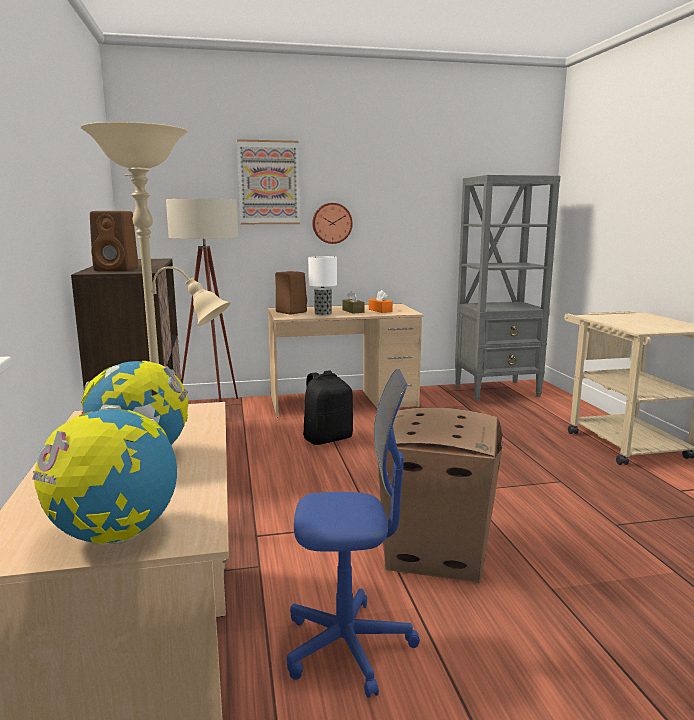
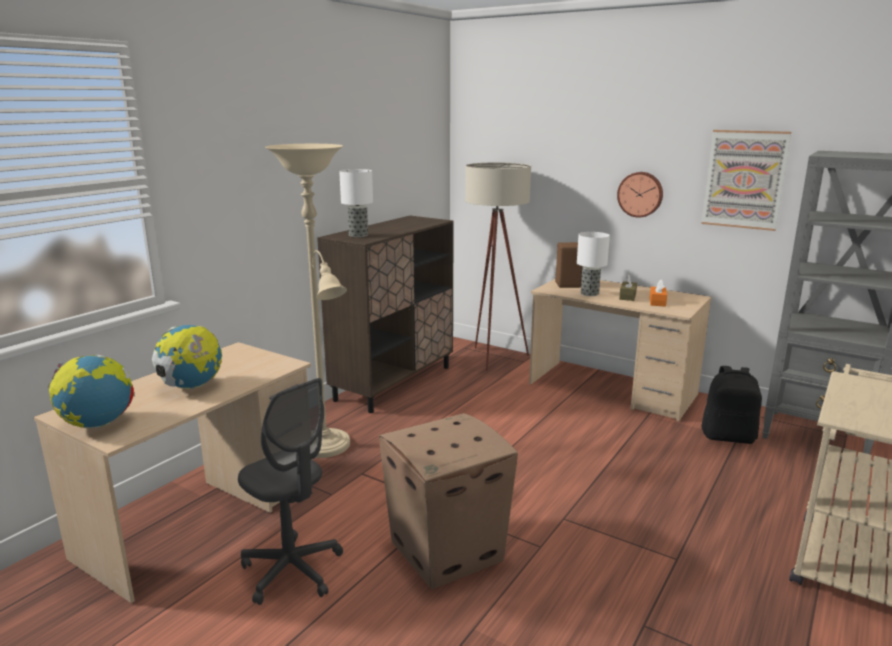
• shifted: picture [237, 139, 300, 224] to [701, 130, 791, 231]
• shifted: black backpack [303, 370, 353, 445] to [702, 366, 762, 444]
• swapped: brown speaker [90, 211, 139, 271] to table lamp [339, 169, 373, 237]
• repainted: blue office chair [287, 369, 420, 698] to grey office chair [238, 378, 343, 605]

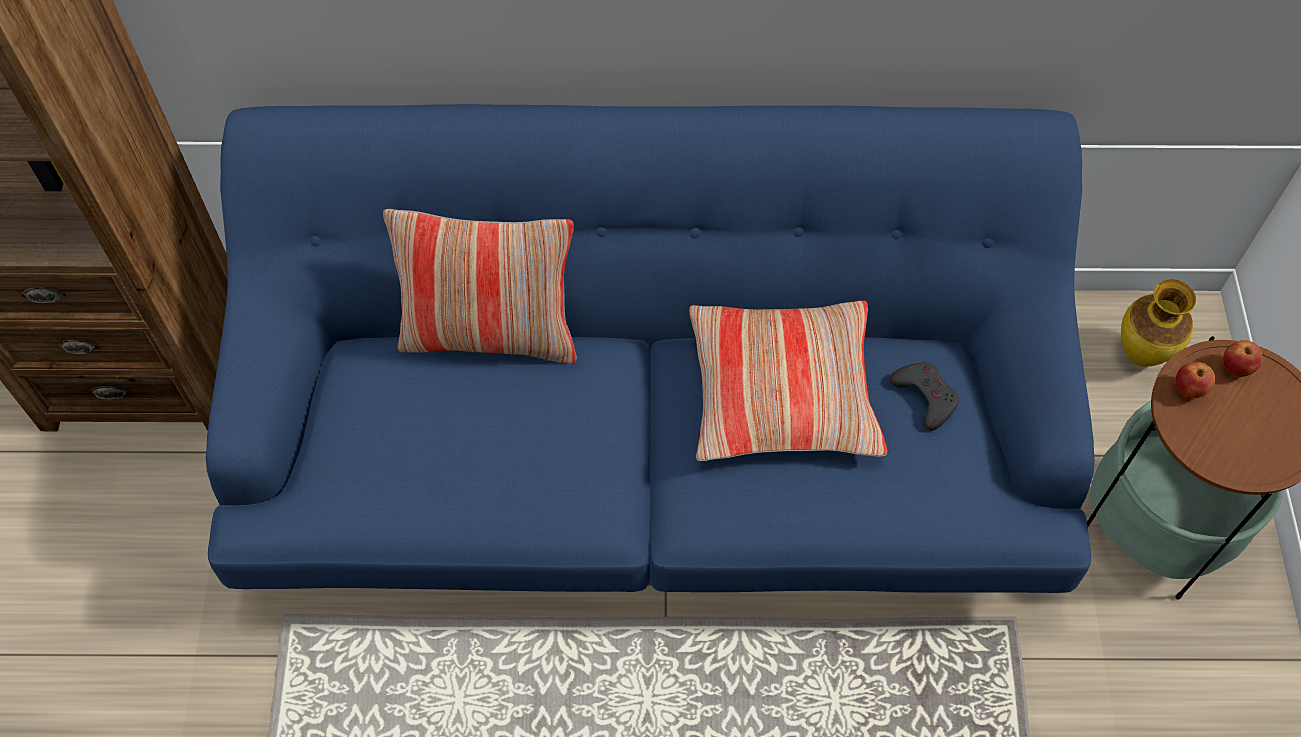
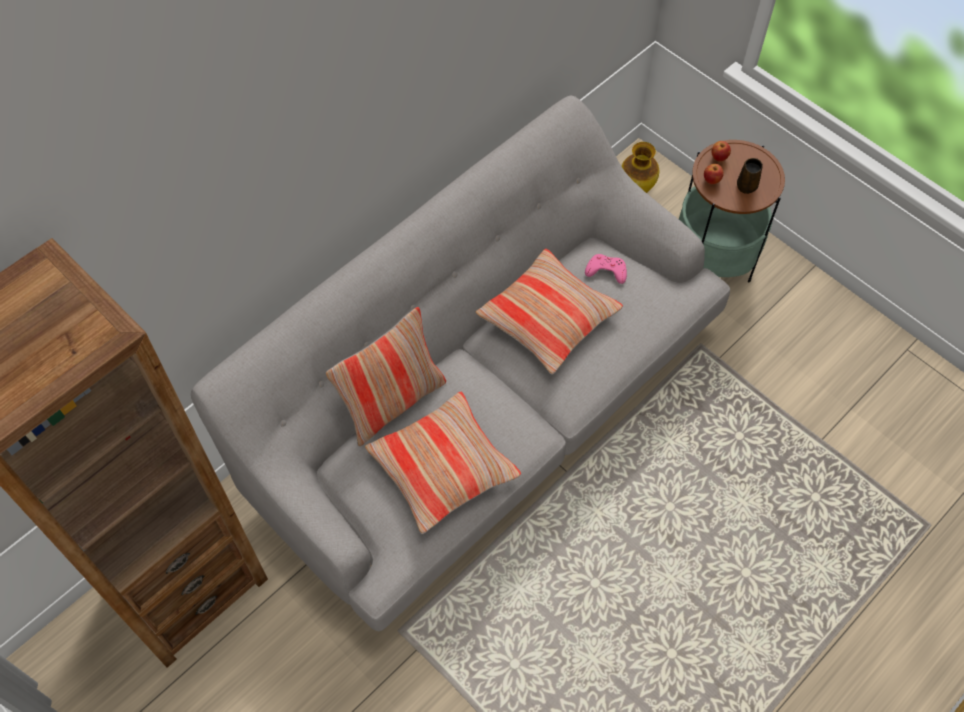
• new: pillow [365, 392, 521, 534]
• new: brown mug [737, 158, 763, 194]
• repainted: blue sofa [206, 104, 1095, 593] to grey sofa [191, 96, 730, 631]
• repainted: grey game controller [890, 362, 959, 431] to pink game controller [585, 254, 627, 284]

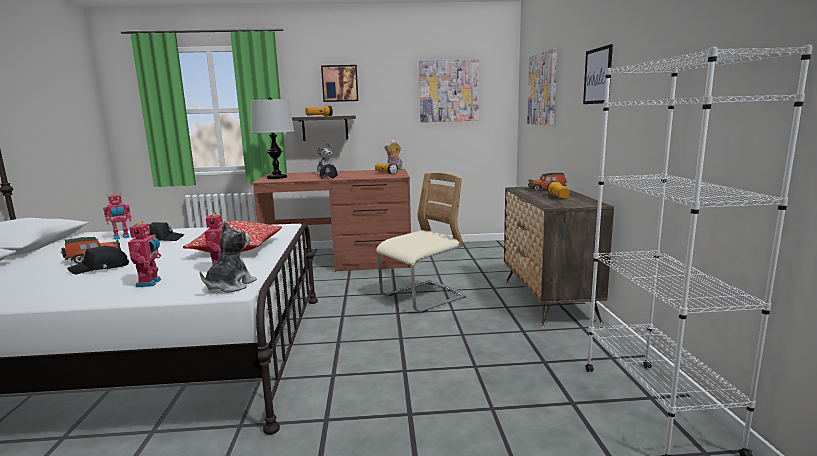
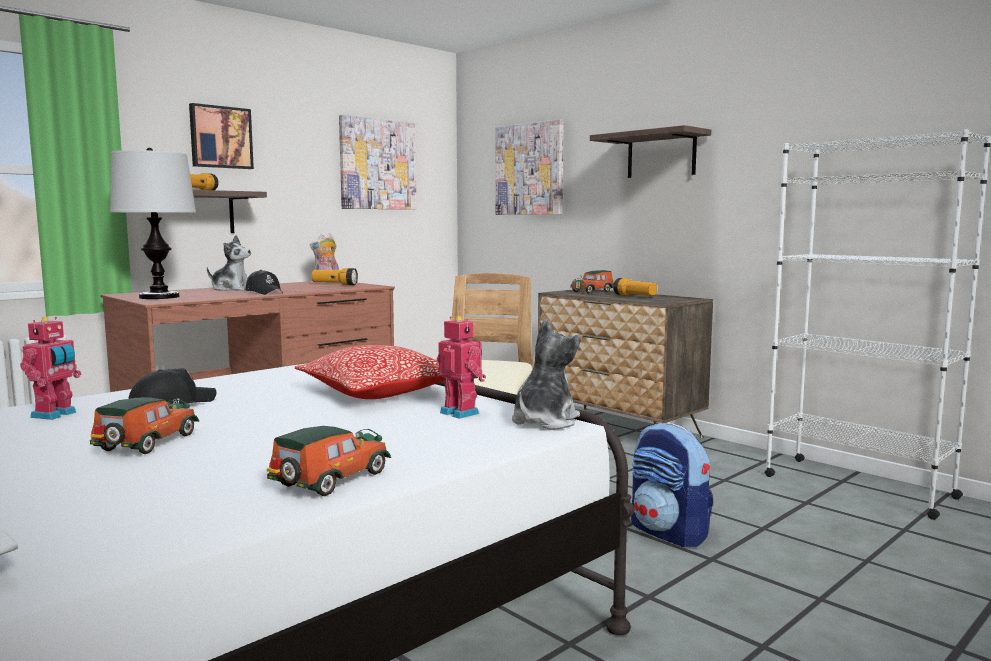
• gone: black cap [67, 245, 129, 274]
• gone: toy robot [128, 221, 161, 287]
• new: toy car [267, 426, 391, 496]
• new: backpack [631, 423, 713, 547]
• swapped: picture [583, 44, 613, 104] to shelf [590, 125, 711, 178]
• rotated: plush toy [200, 221, 257, 293] = [512, 319, 581, 430] 45 degrees clockwise

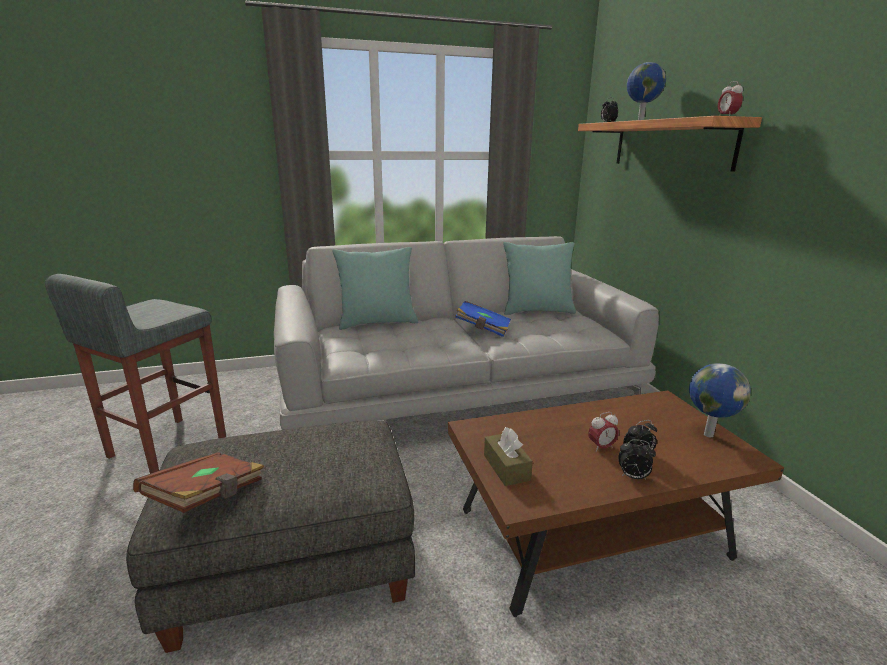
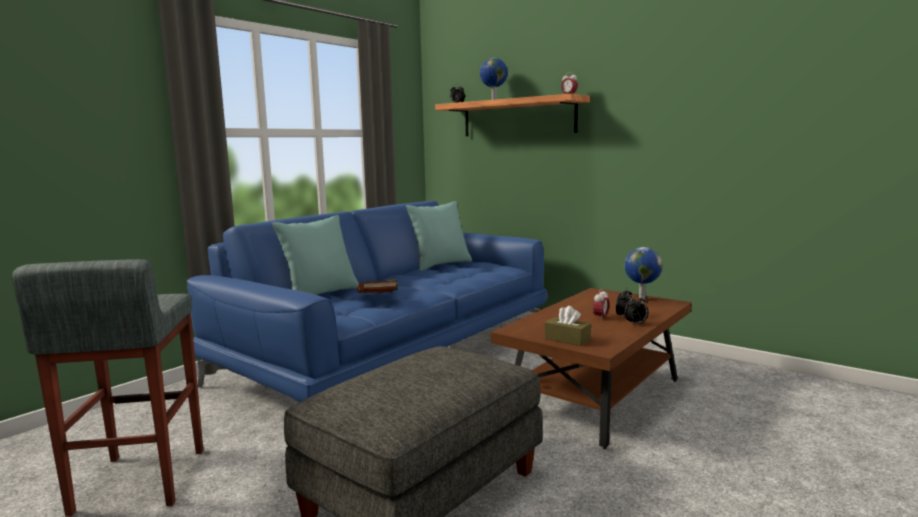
• gone: blue book [455, 301, 511, 337]
• shifted: brown book [133, 452, 264, 513] to [357, 279, 398, 293]
• repainted: grey sofa [274, 236, 659, 430] to blue sofa [187, 201, 548, 402]

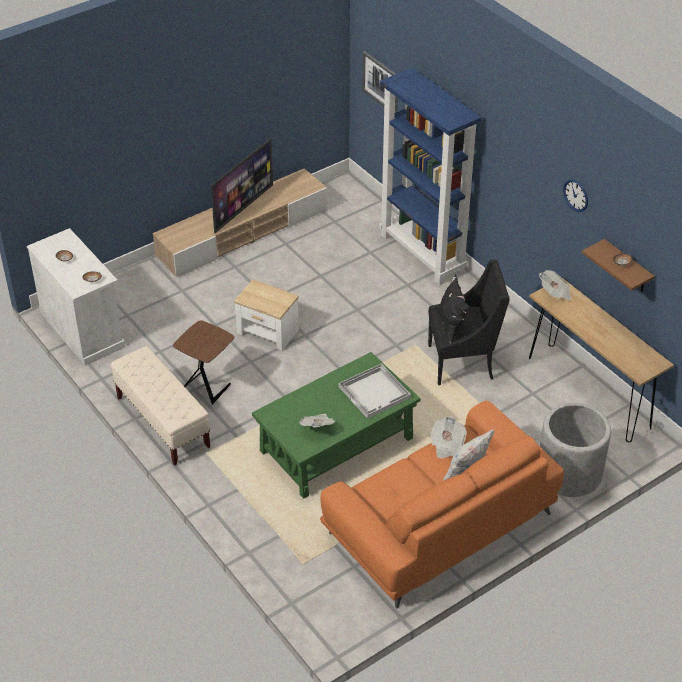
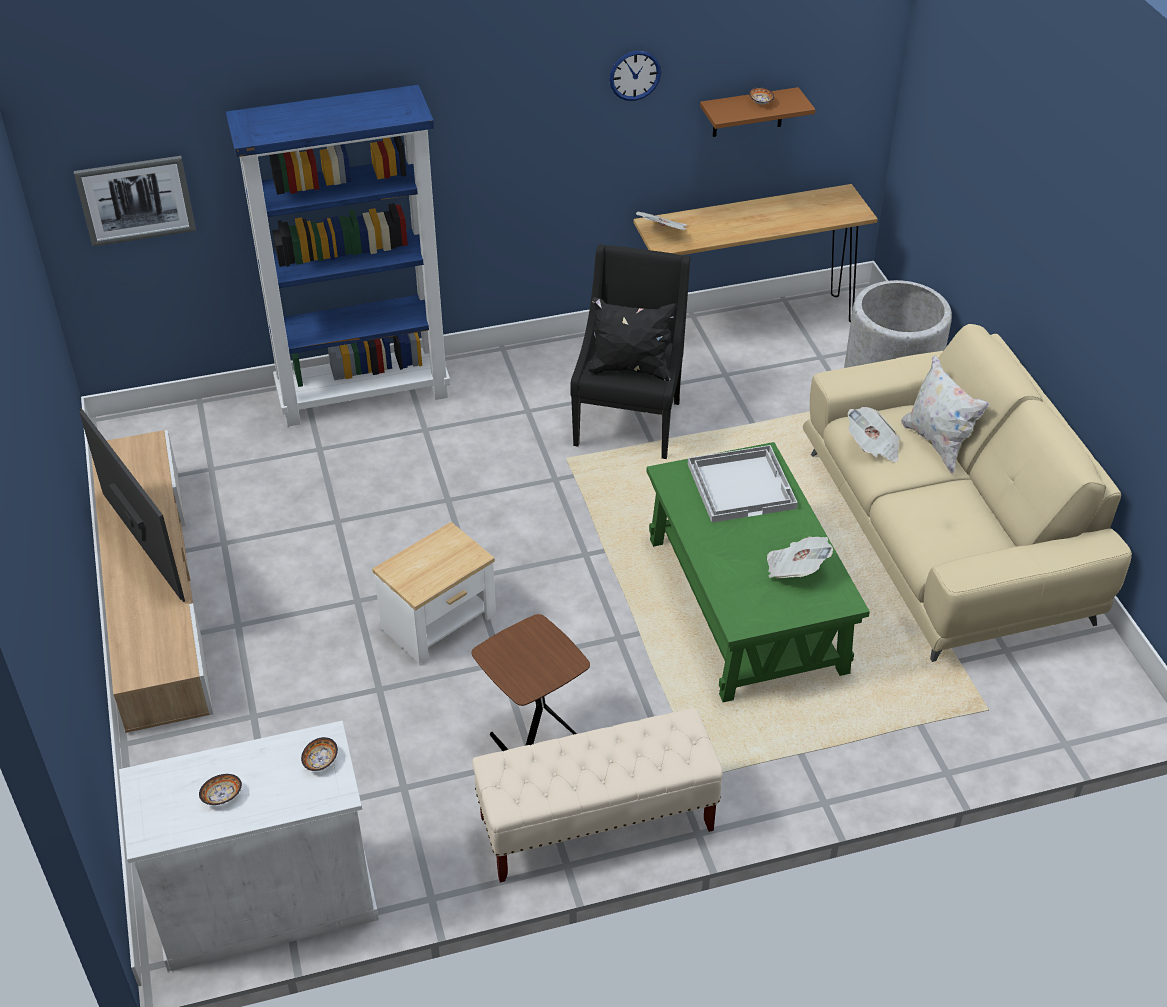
• repainted: orange sofa [320, 400, 564, 608] to beige sofa [803, 324, 1132, 662]

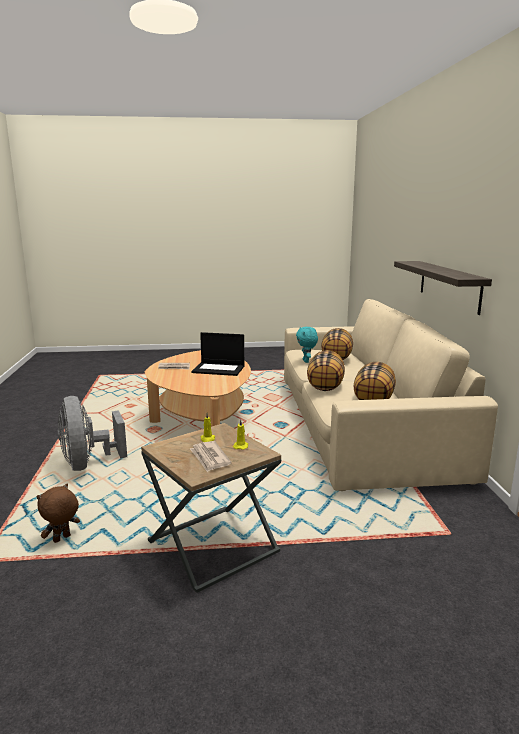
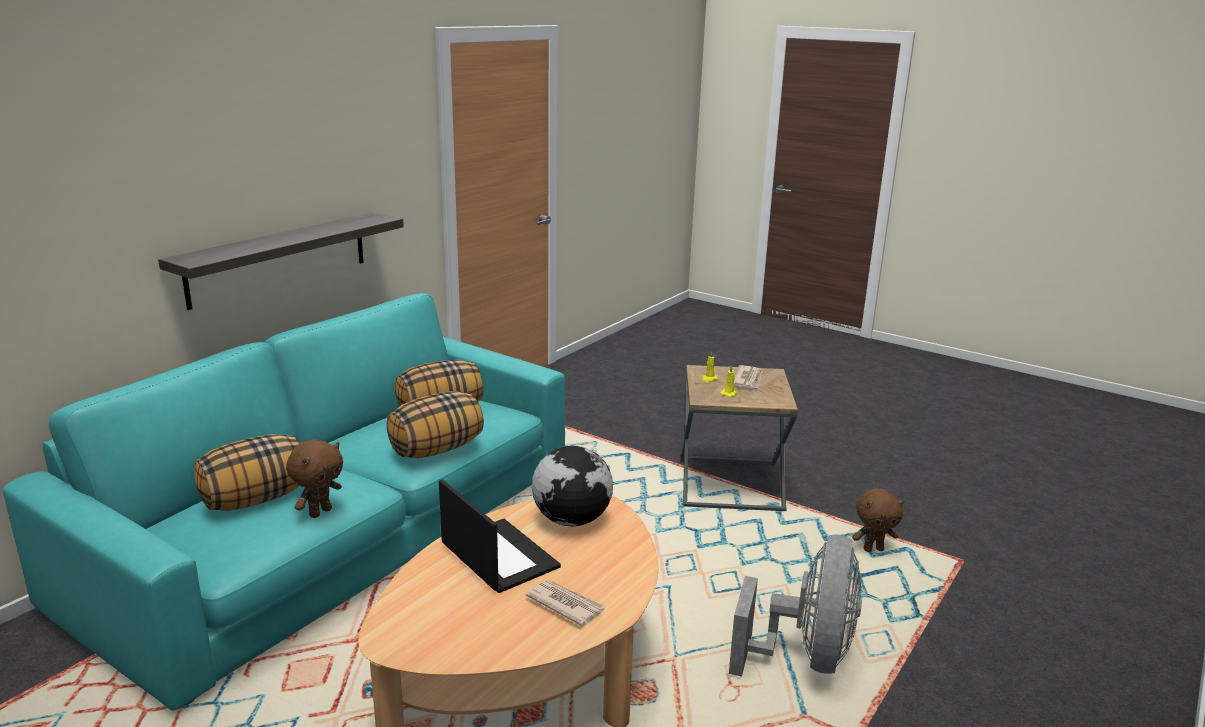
• new: globe [532, 446, 613, 526]
• repainted: beige sofa [284, 299, 498, 491] to turquoise sofa [3, 293, 565, 711]
• repainted: turquoise plush toy [296, 327, 318, 363] to brown plush toy [286, 439, 343, 518]

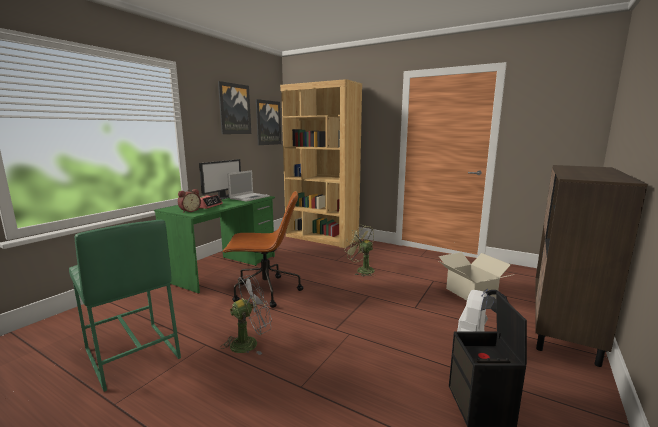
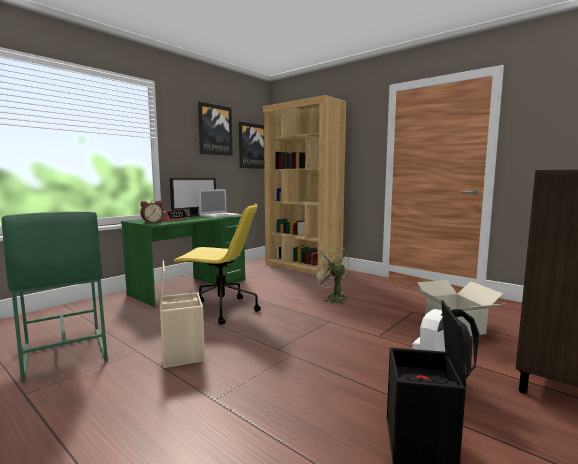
• swapped: grey fan [220, 275, 272, 355] to beige storage box [160, 260, 205, 368]
• repainted: brown office chair [222, 191, 303, 308] to yellow office chair [174, 204, 261, 325]

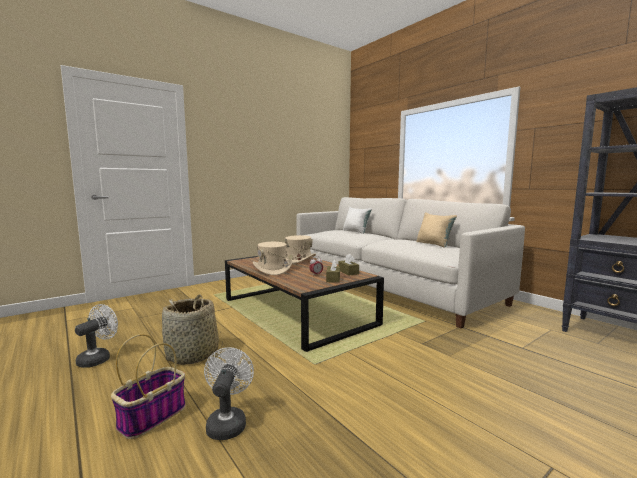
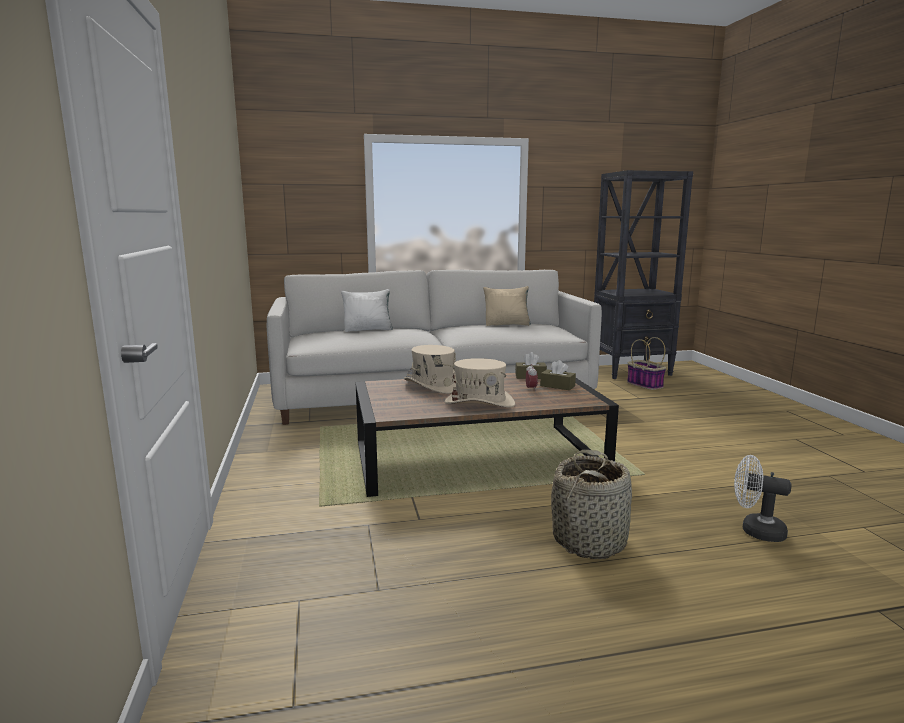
• gone: white fan [75, 304, 118, 368]
• shifted: basket [111, 334, 186, 439] to [627, 337, 666, 390]

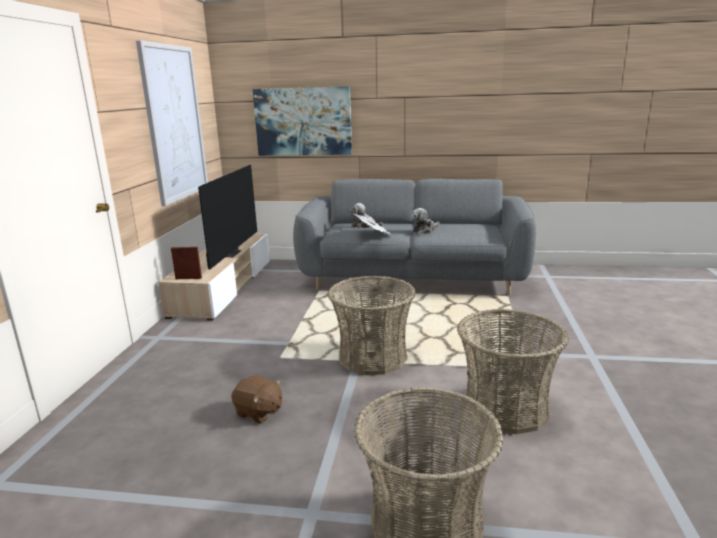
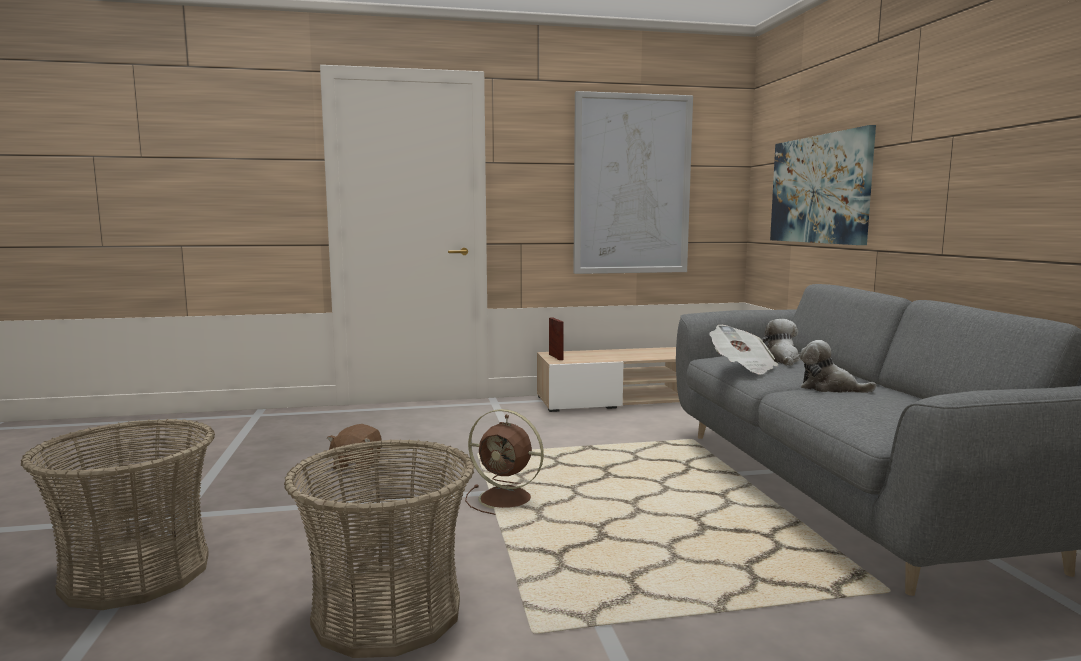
• gone: television [198, 165, 257, 270]
• swapped: basket [327, 276, 416, 375] to brown fan [465, 409, 544, 515]

